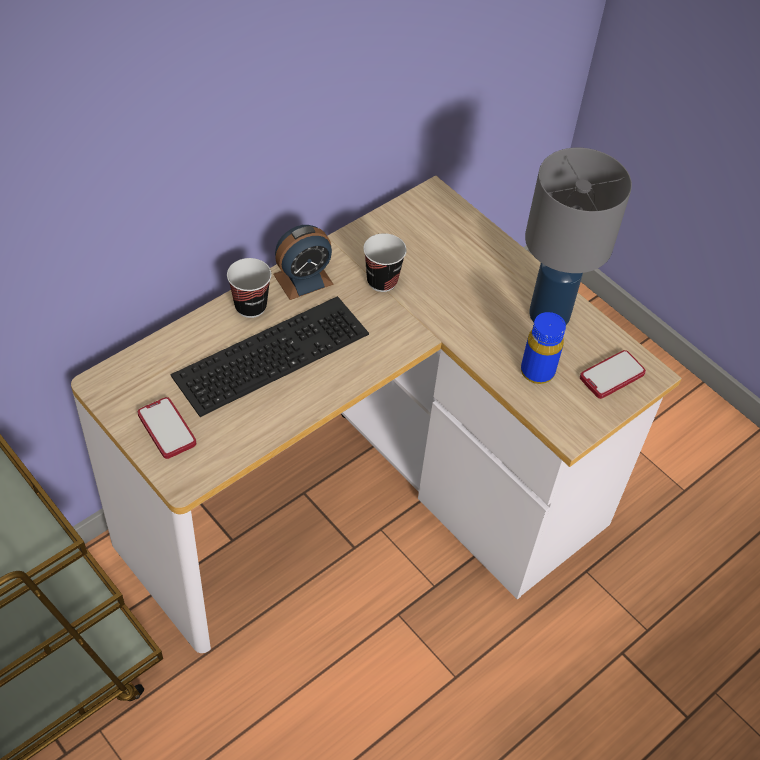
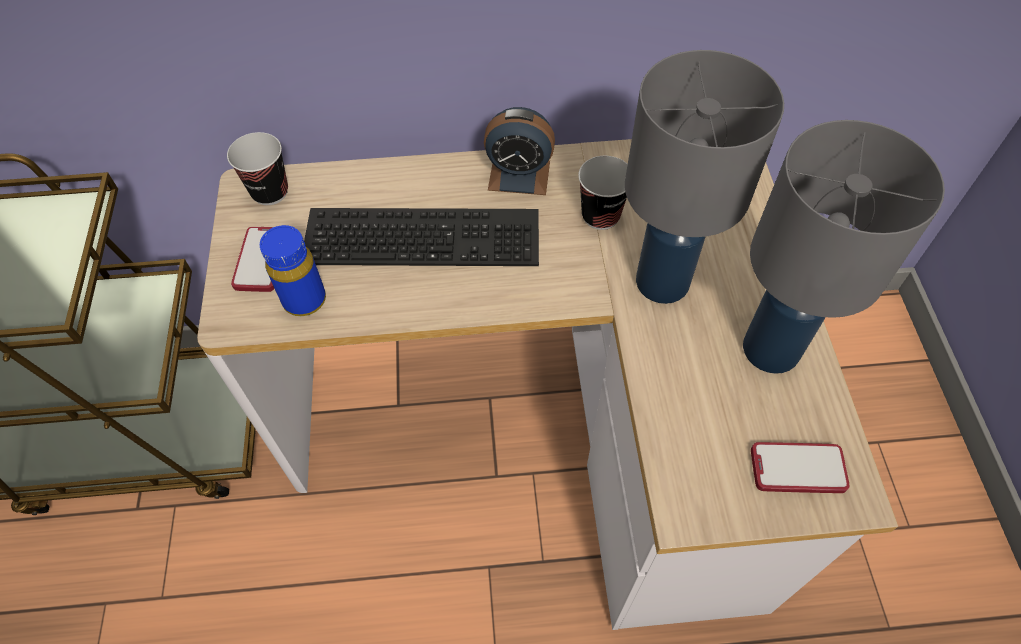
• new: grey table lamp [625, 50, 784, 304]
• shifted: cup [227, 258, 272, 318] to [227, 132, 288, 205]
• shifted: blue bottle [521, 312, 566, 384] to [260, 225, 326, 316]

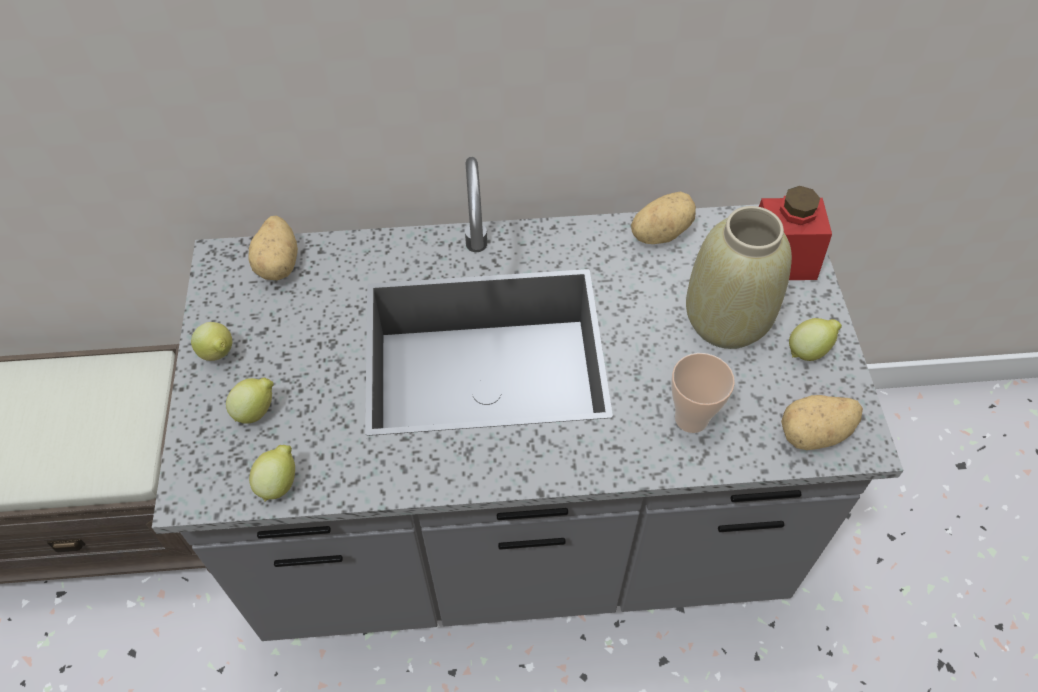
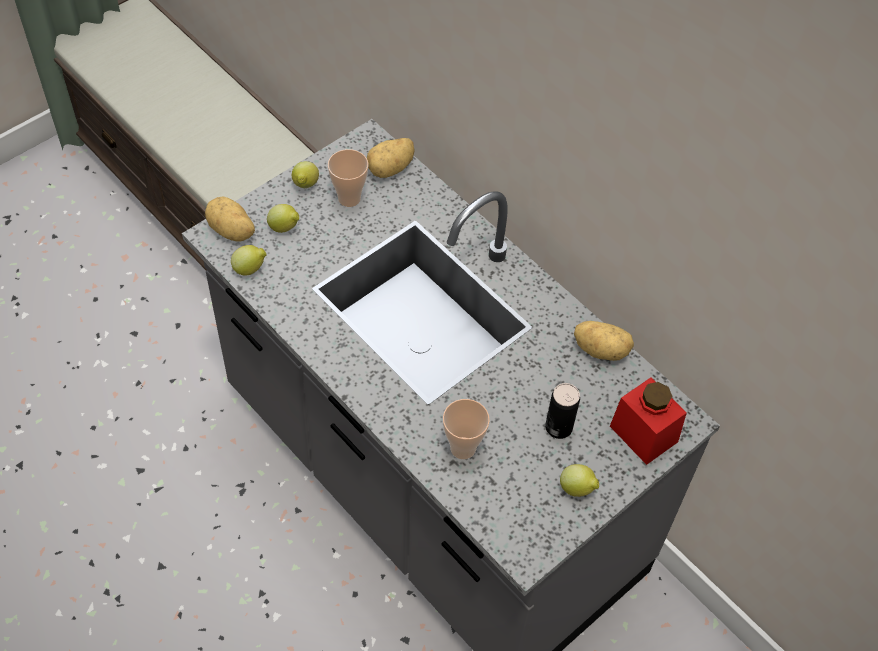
• new: cup [328, 149, 369, 207]
• shifted: potato [781, 395, 863, 450] to [205, 196, 255, 242]
• swapped: beige vase [686, 206, 792, 349] to can [545, 383, 580, 439]

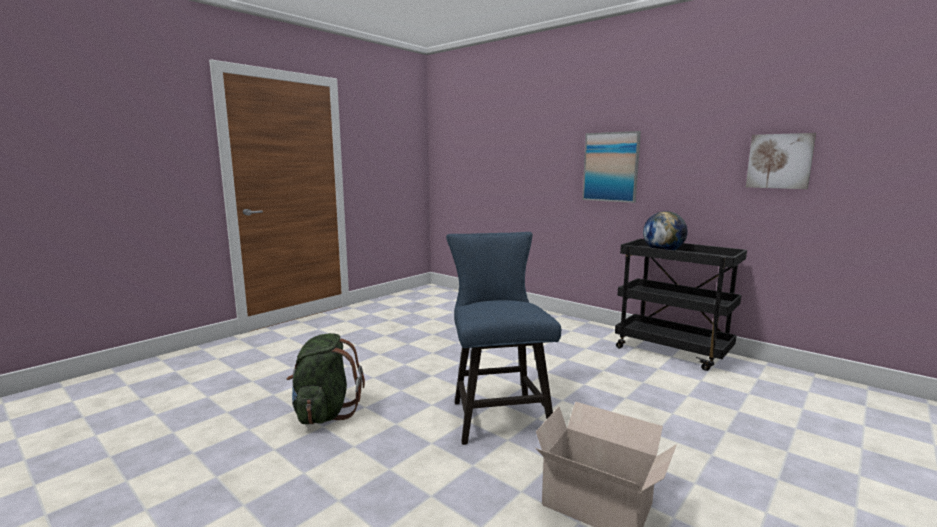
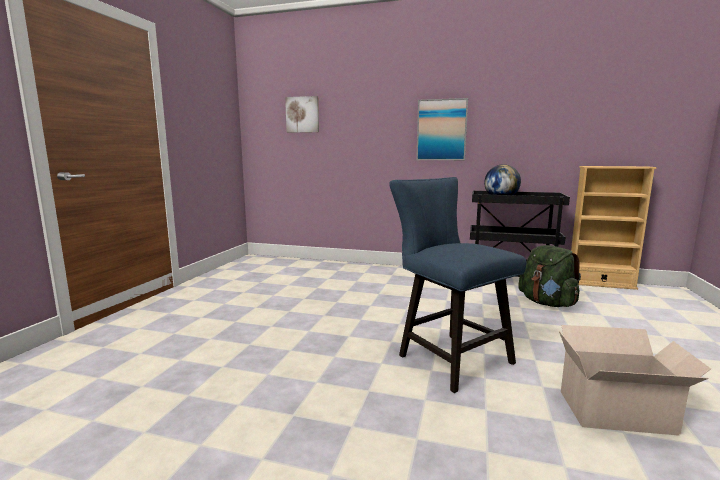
• new: beige bookcase [571, 166, 656, 290]
• shifted: green backpack [287, 333, 365, 424] to [518, 245, 581, 307]
• shifted: picture [746, 133, 816, 189] to [285, 96, 319, 133]

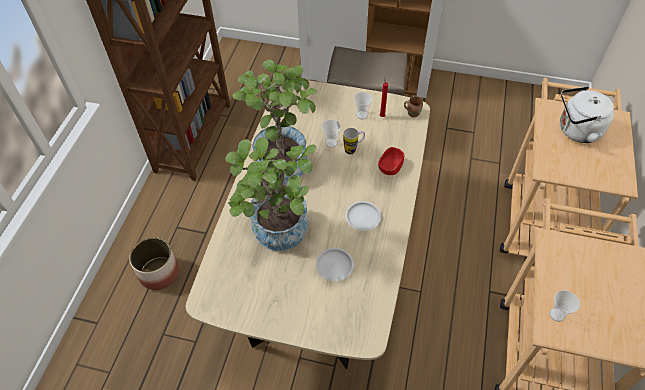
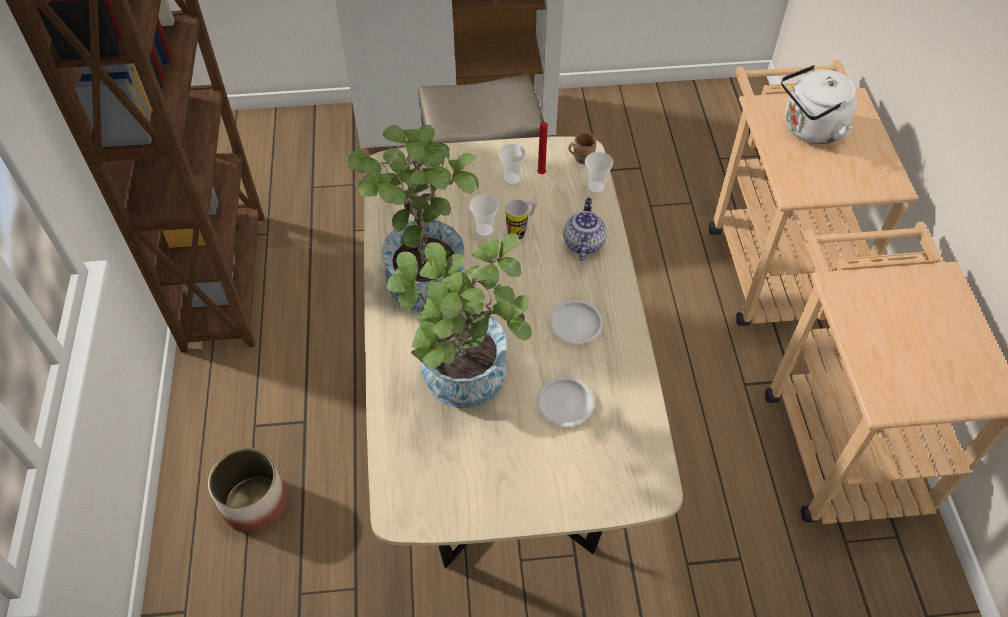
• shifted: cup [550, 290, 580, 322] to [585, 152, 613, 194]
• swapped: red bowl [378, 147, 404, 175] to teapot [563, 198, 607, 261]

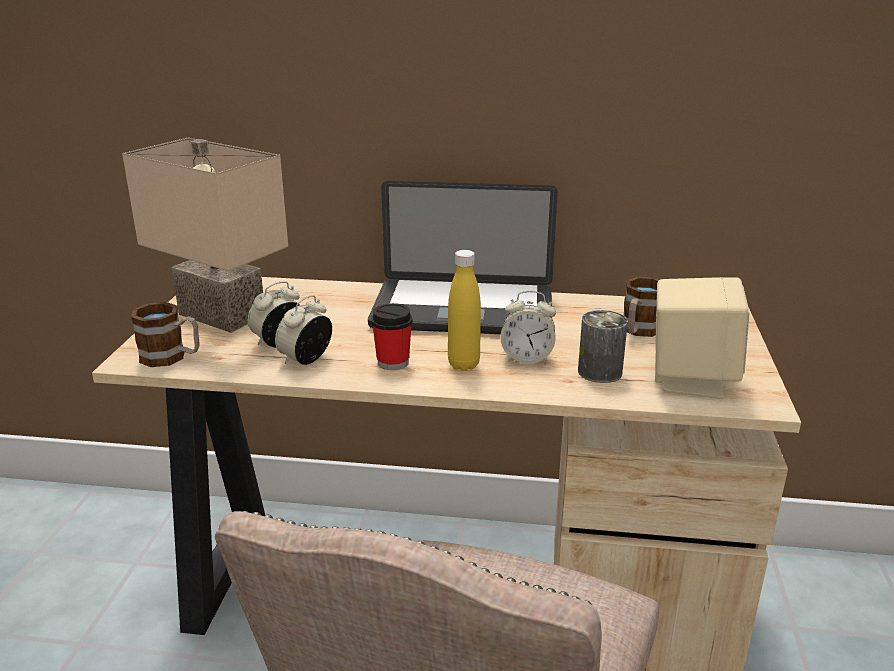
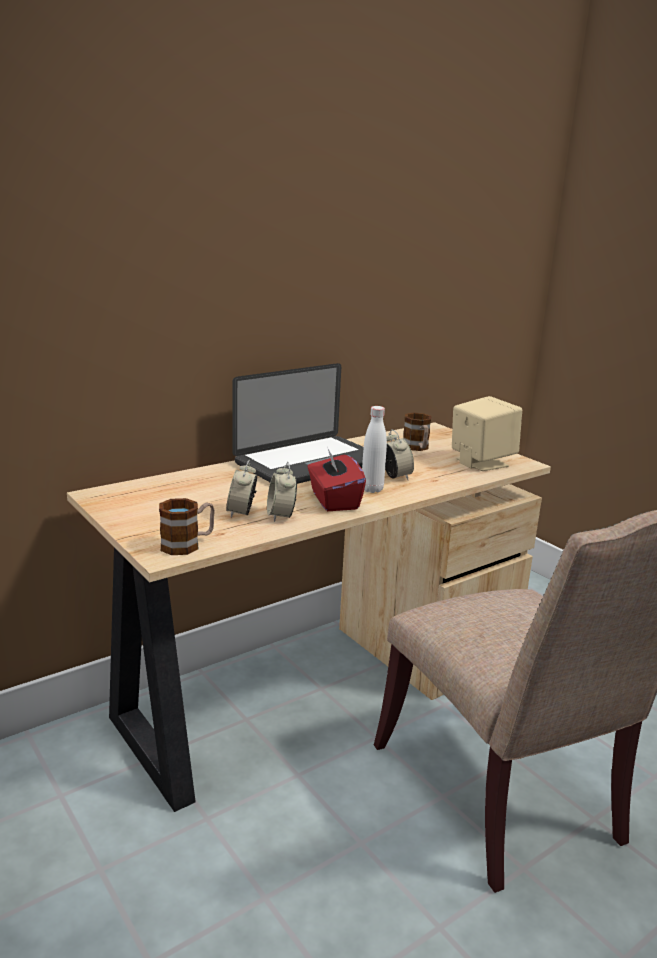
• gone: beige table lamp [122, 138, 288, 333]
• gone: can [578, 310, 628, 383]
• swapped: cup [371, 303, 413, 370] to red tissue box [307, 447, 366, 511]
• repainted: yellow bottle [448, 250, 481, 371] to white bottle [362, 406, 387, 493]
• rotated: alarm clock [500, 291, 556, 364] = [385, 429, 414, 480] 75 degrees counterclockwise

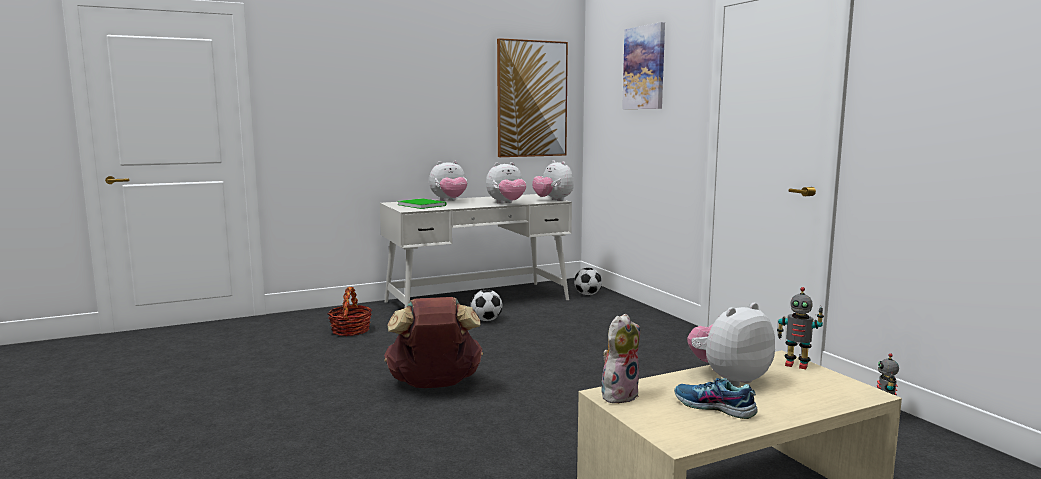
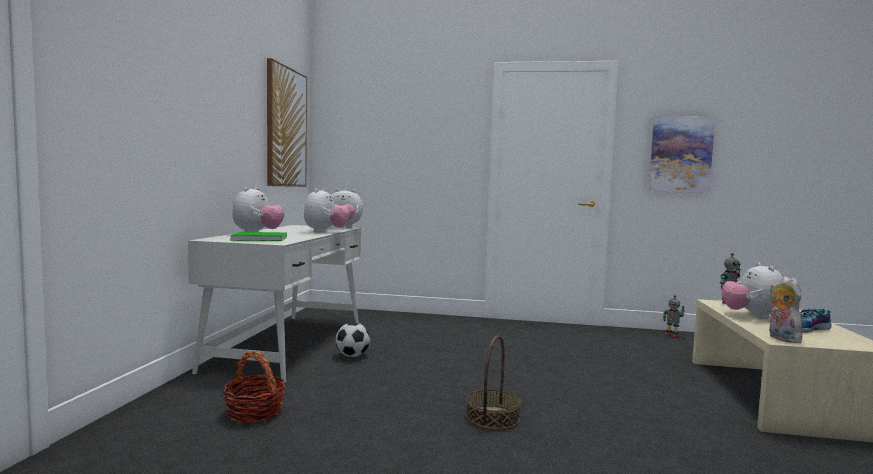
• gone: football [574, 268, 602, 295]
• shifted: picture [622, 22, 665, 109] to [649, 116, 715, 193]
• swapped: brown backpack [384, 297, 483, 388] to basket [466, 335, 521, 430]

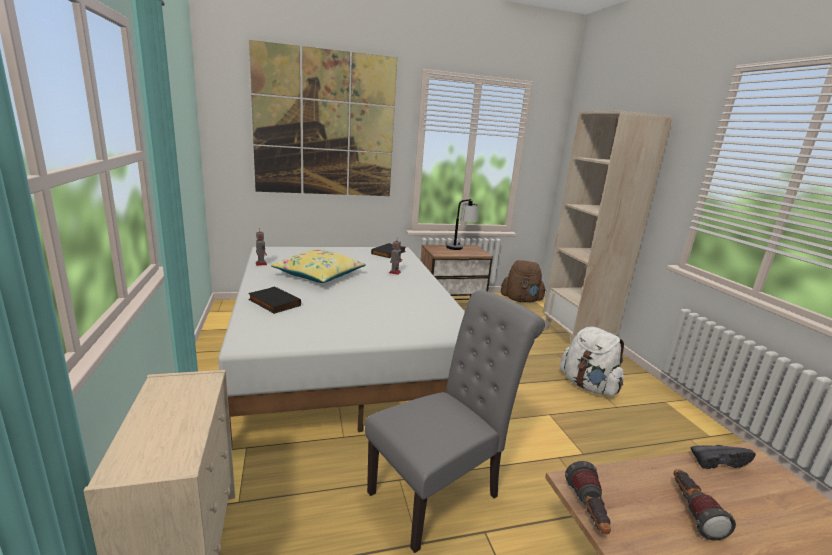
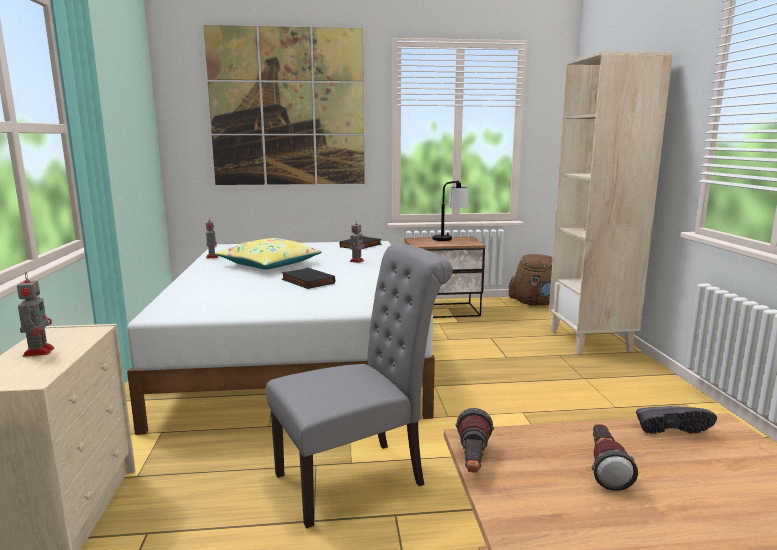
• gone: white backpack [560, 327, 624, 396]
• new: toy robot [17, 272, 54, 357]
• shifted: black book [248, 286, 301, 314] to [281, 268, 335, 289]

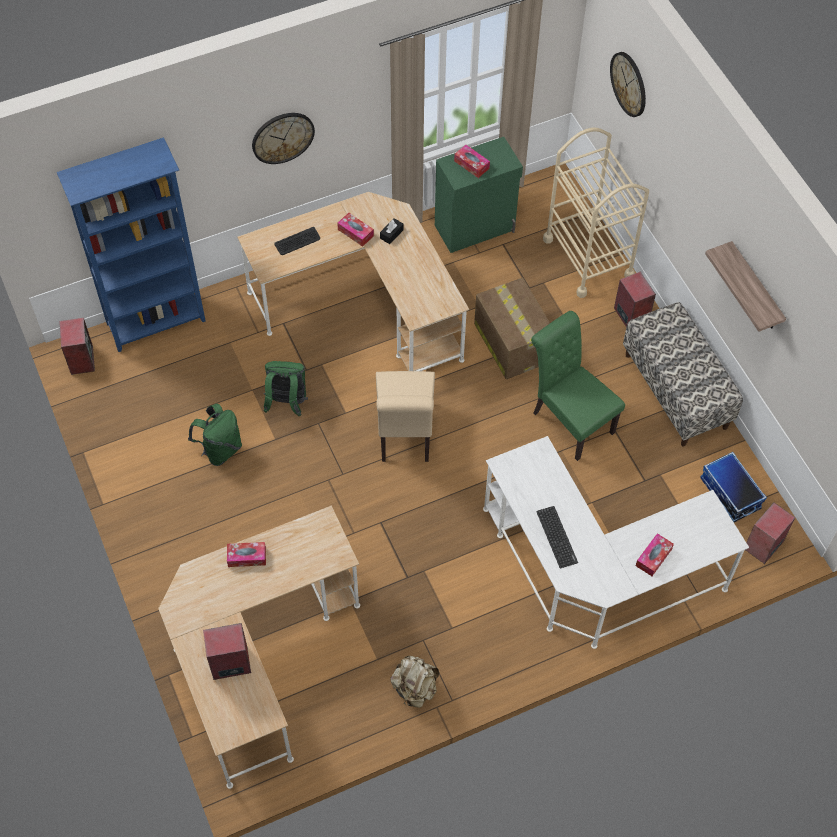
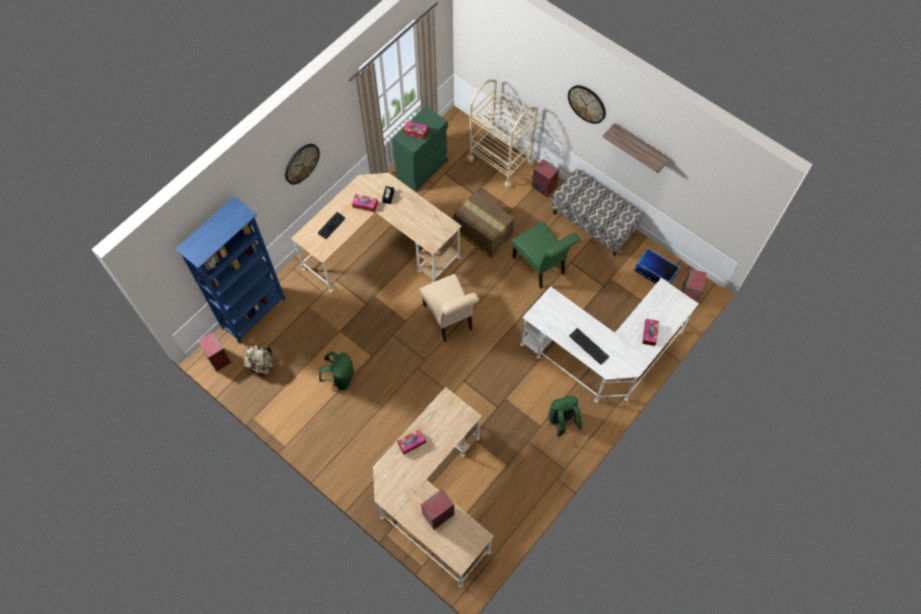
• shifted: green backpack [263, 361, 308, 416] to [548, 396, 582, 437]
• shifted: beige backpack [390, 656, 439, 708] to [244, 345, 274, 376]
• shifted: wall clock [610, 52, 646, 117] to [568, 85, 606, 124]
• rotated: green chair [531, 311, 625, 461] = [512, 221, 580, 289] 150 degrees counterclockwise

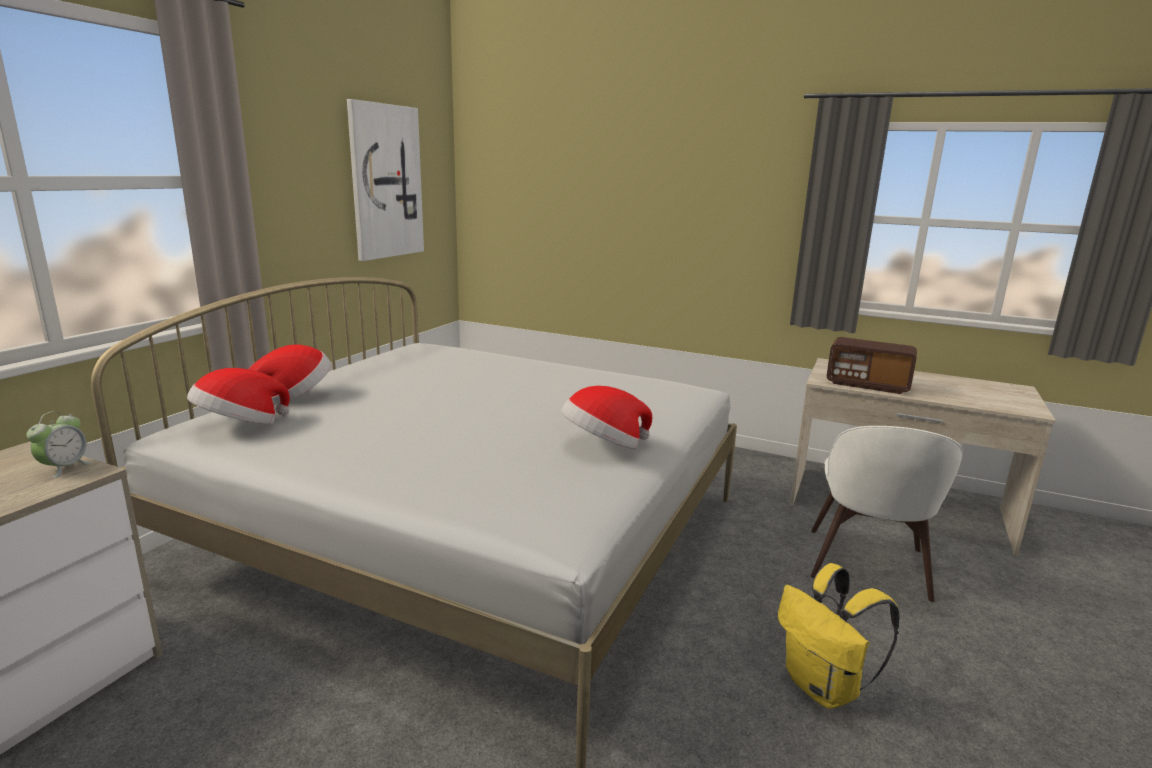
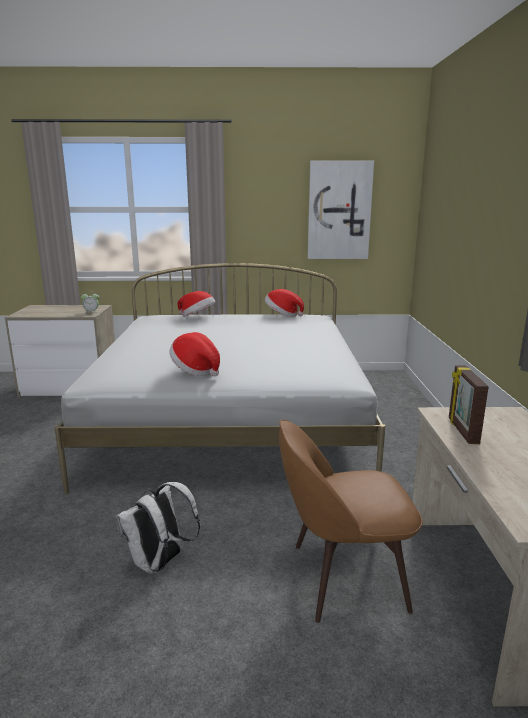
• shifted: hat [187, 368, 290, 424] to [265, 289, 304, 317]
• swapped: radio [826, 337, 917, 394] to picture frame [449, 365, 489, 444]
• repainted: yellow backpack [778, 563, 900, 709] to white backpack [116, 482, 200, 574]
• repainted: white chair [811, 426, 963, 602] to brown chair [279, 419, 423, 623]

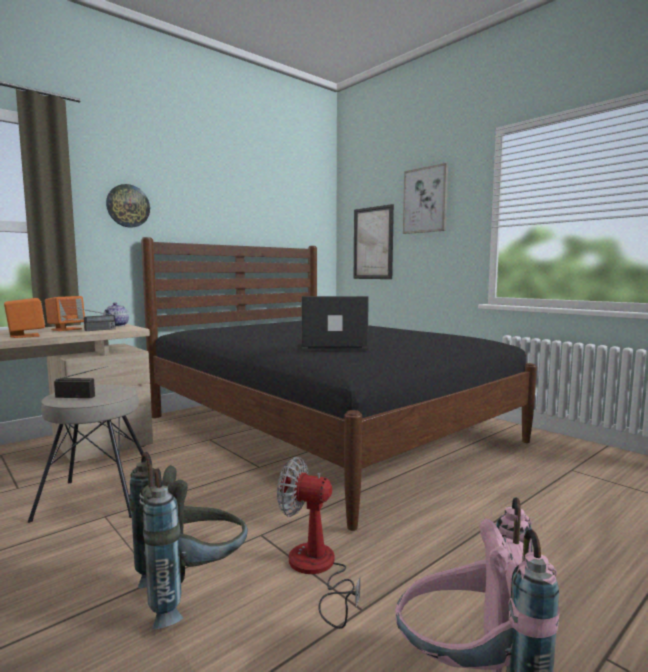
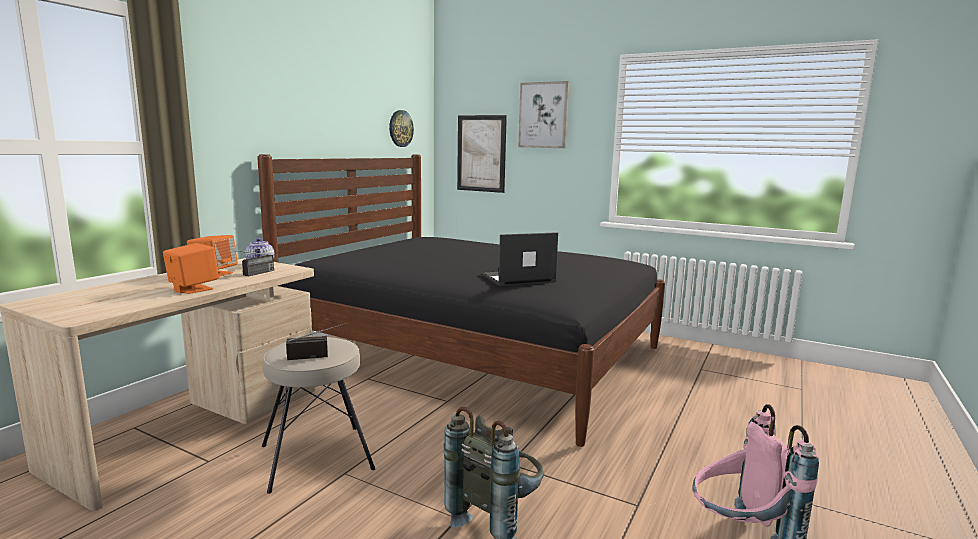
• gone: fan [277, 457, 360, 629]
• shifted: wall clock [106, 184, 150, 228] to [389, 110, 414, 147]

